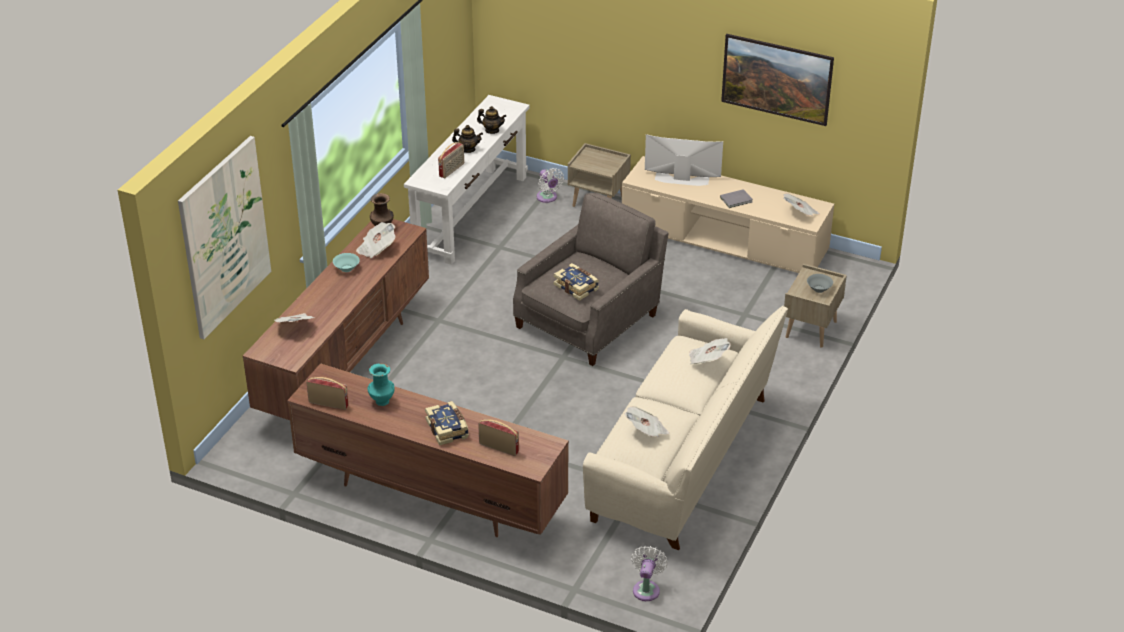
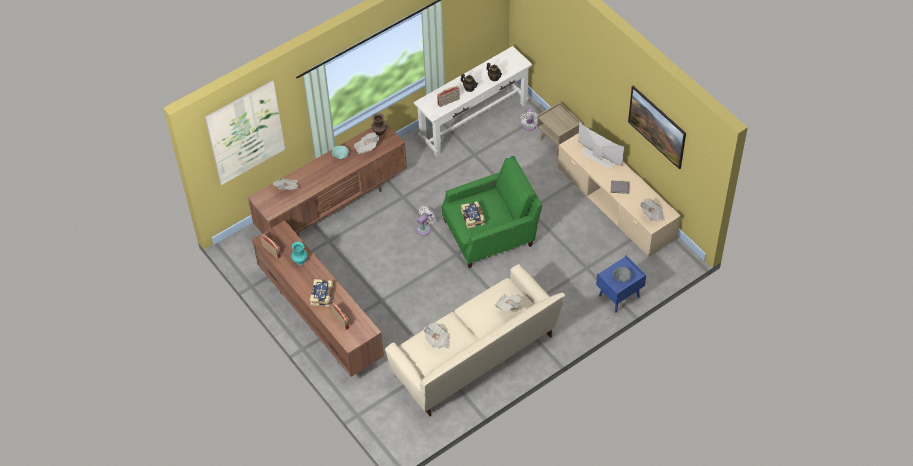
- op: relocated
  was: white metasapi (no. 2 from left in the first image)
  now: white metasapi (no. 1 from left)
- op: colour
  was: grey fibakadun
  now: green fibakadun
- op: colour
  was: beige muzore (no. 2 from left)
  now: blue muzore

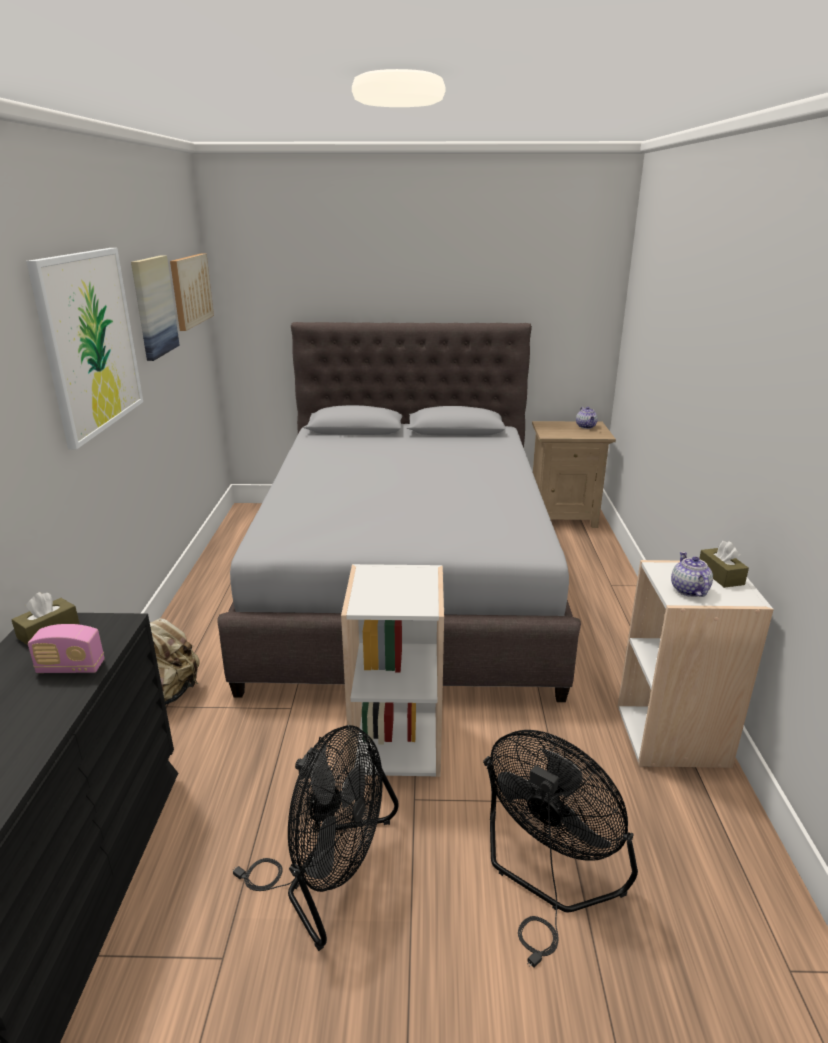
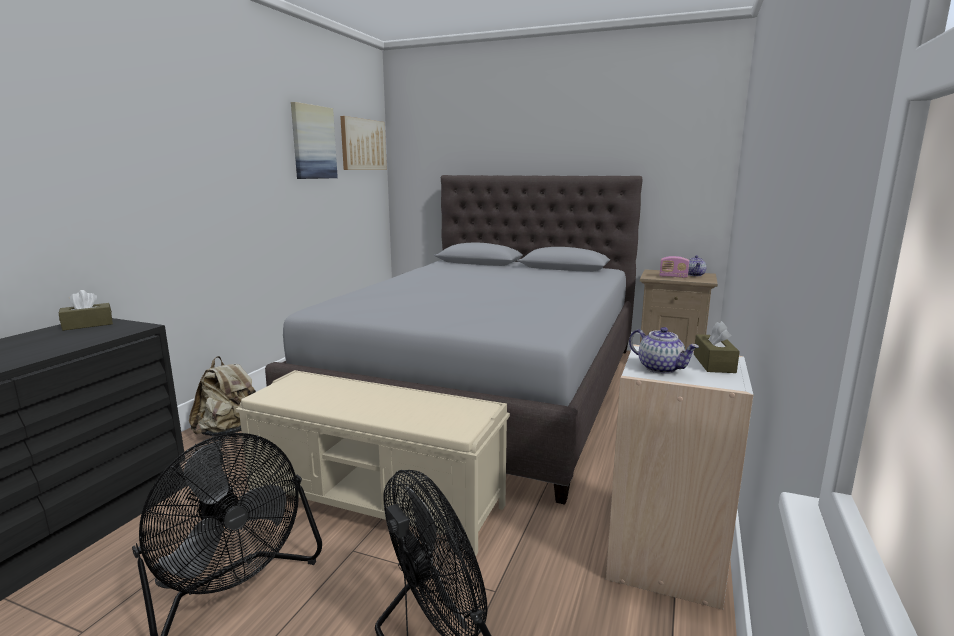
- op: exchanged
  was: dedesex (no. 1 from left)
  now: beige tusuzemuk
- op: spun
  was: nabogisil (no. 2 from left in the first image)
  clockwise: 120
- op: relocated
  was: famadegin
- op: missing
  was: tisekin (no. 1 from left)

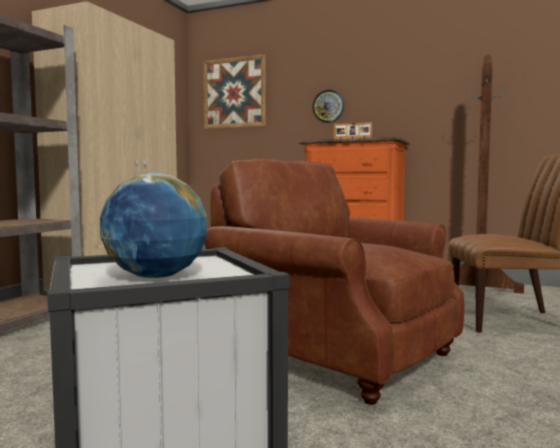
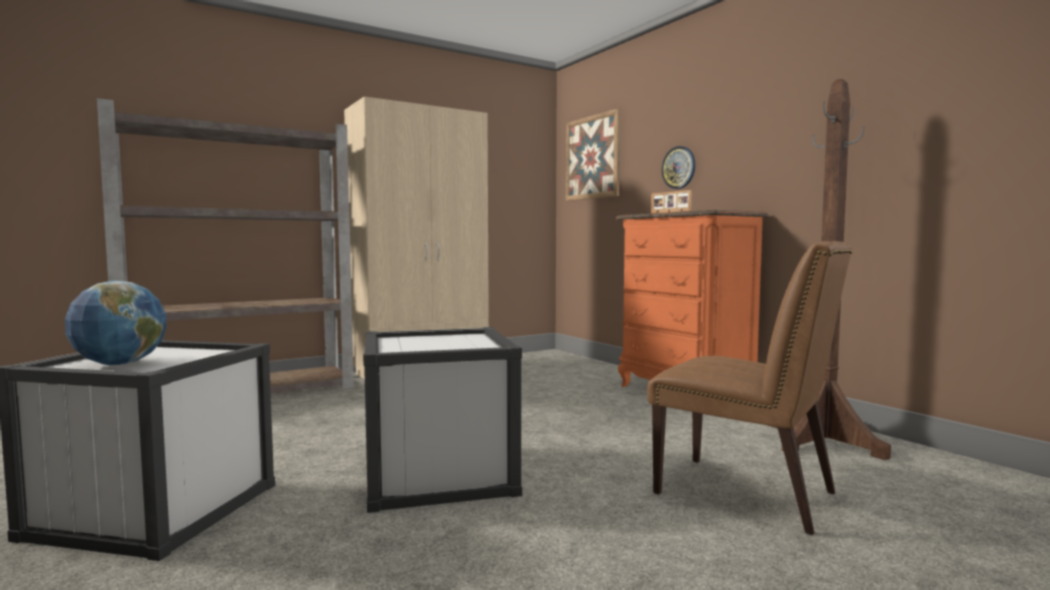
- op: exchanged
  was: brown fibakadun
  now: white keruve (no. 2 from left)

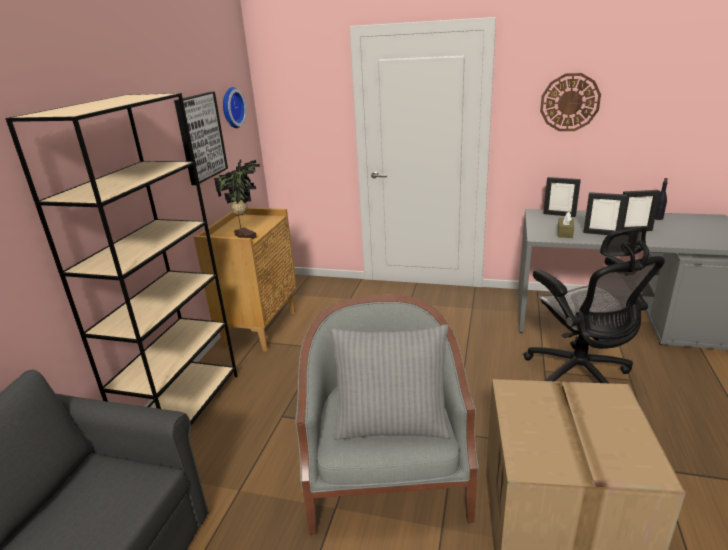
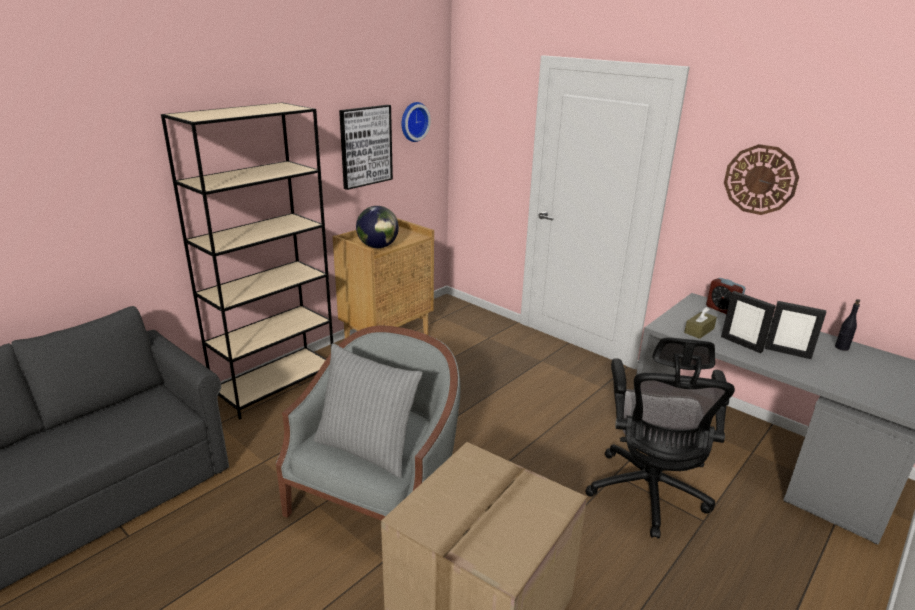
- op: exchanged
  was: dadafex
  now: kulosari
- op: exchanged
  was: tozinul (no. 1 from left)
  now: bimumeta

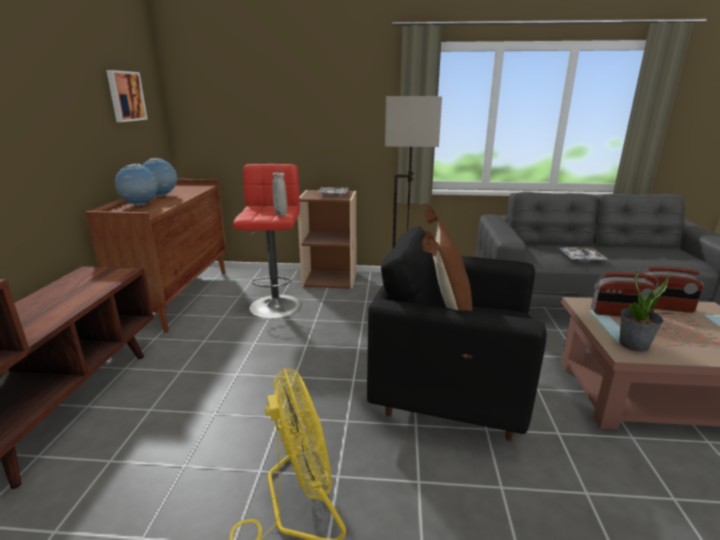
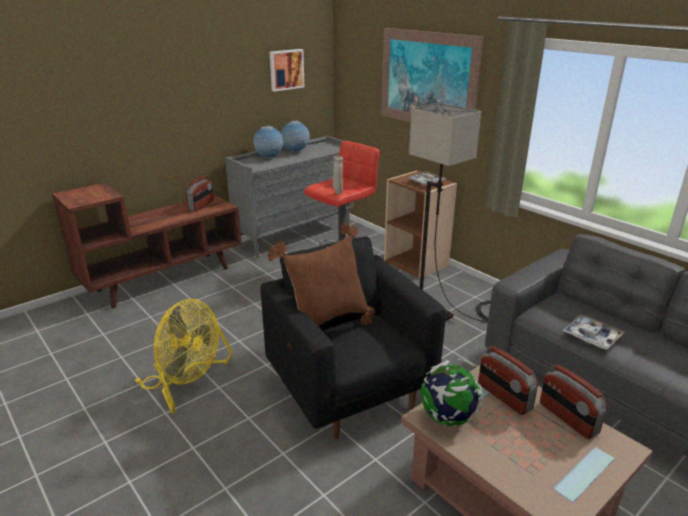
- op: appeared
  now: famadegin (no. 1 from left)
- op: colour
  was: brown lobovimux
  now: grey lobovimux
- op: appeared
  now: tisekin (no. 2 from left)
- op: exchanged
  was: dadafex
  now: kulosari (no. 3 from left)

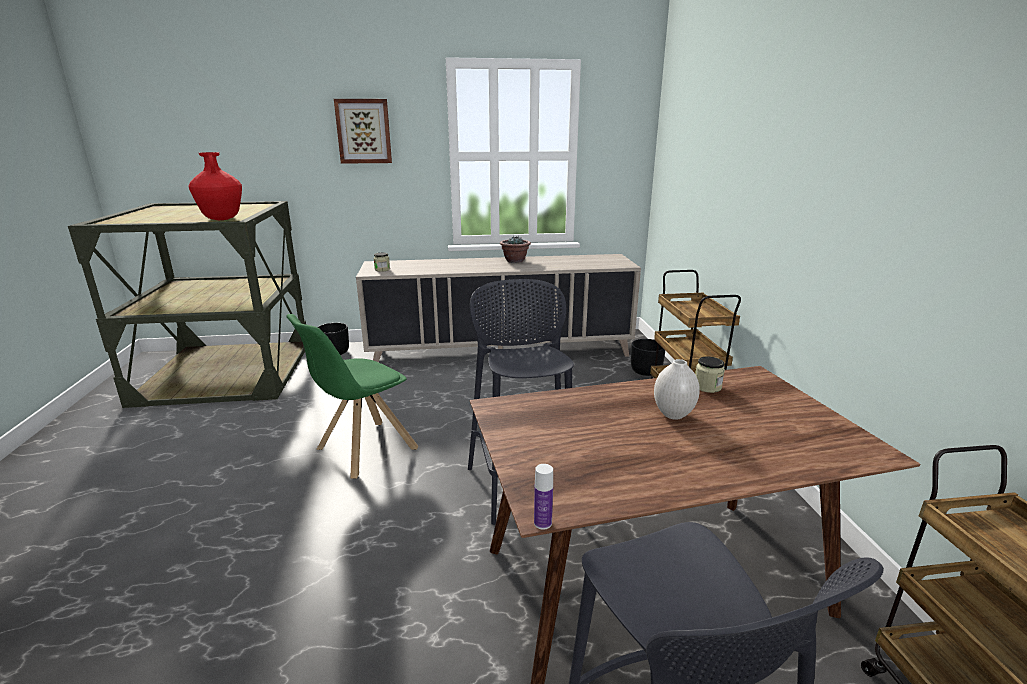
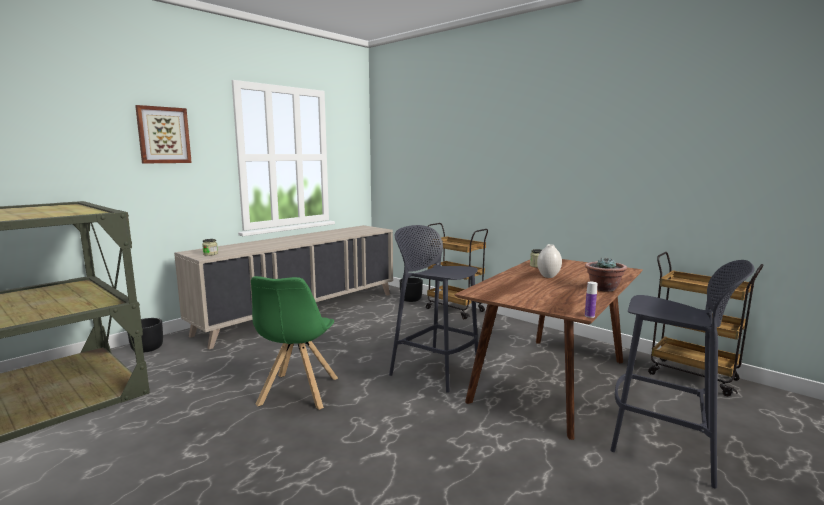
- op: relocated
  was: dadafex
- op: missing
  was: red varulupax

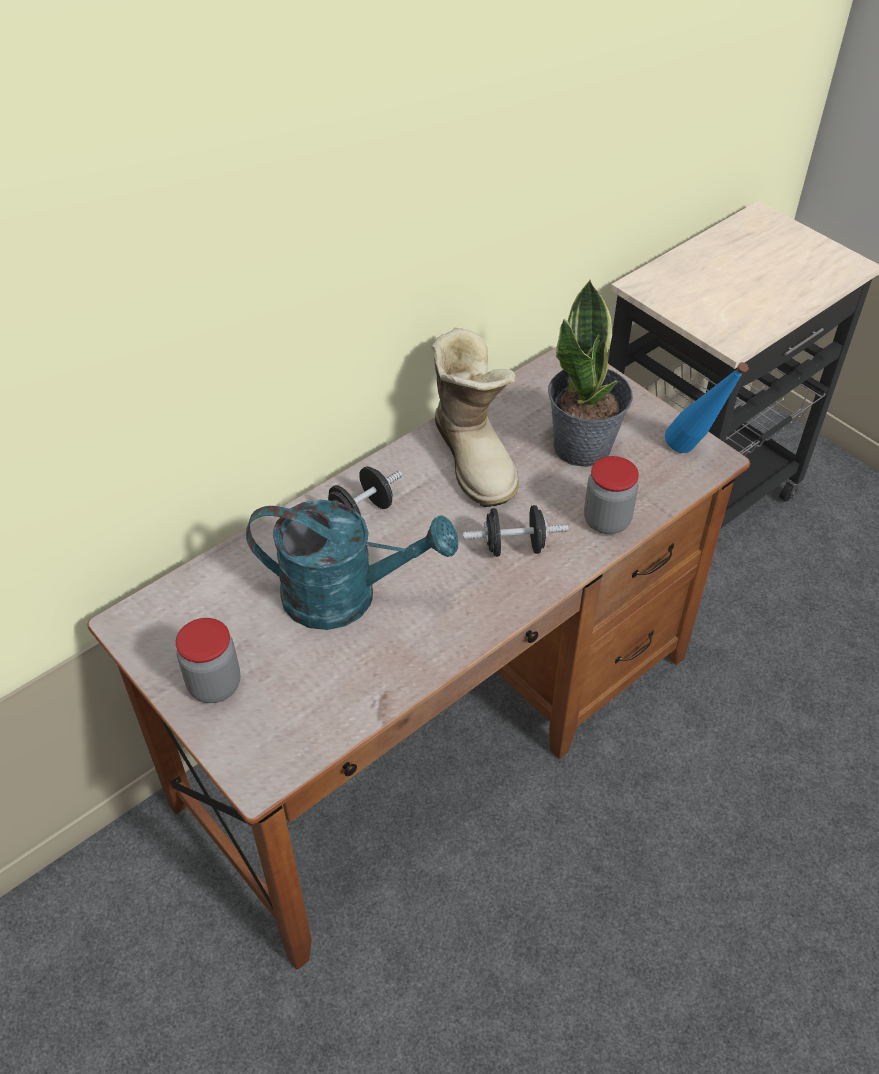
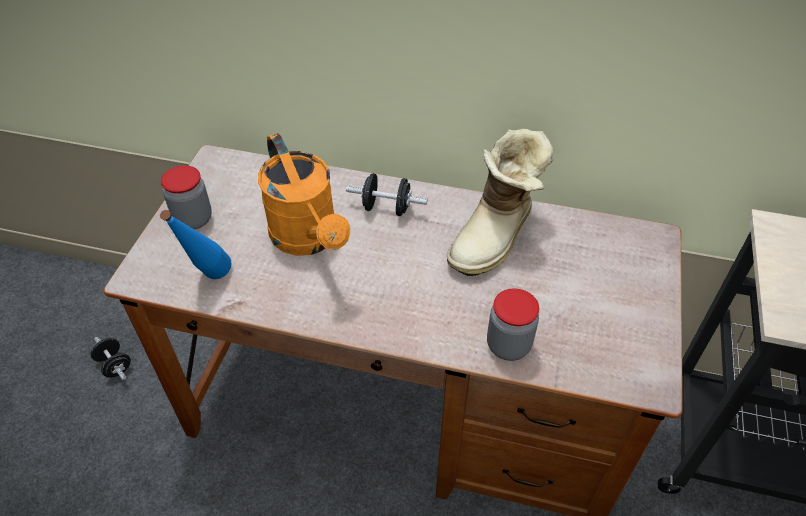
- op: relocated
  was: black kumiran (no. 2 from left in the first image)
  now: black kumiran (no. 1 from left)
- op: relocated
  was: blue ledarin
- op: colour
  was: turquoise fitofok
  now: orange fitofok
- op: missing
  was: dadafex

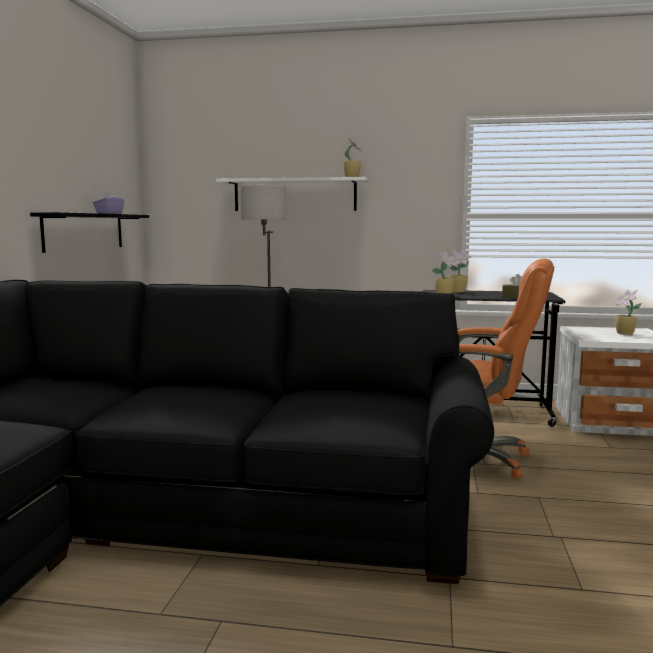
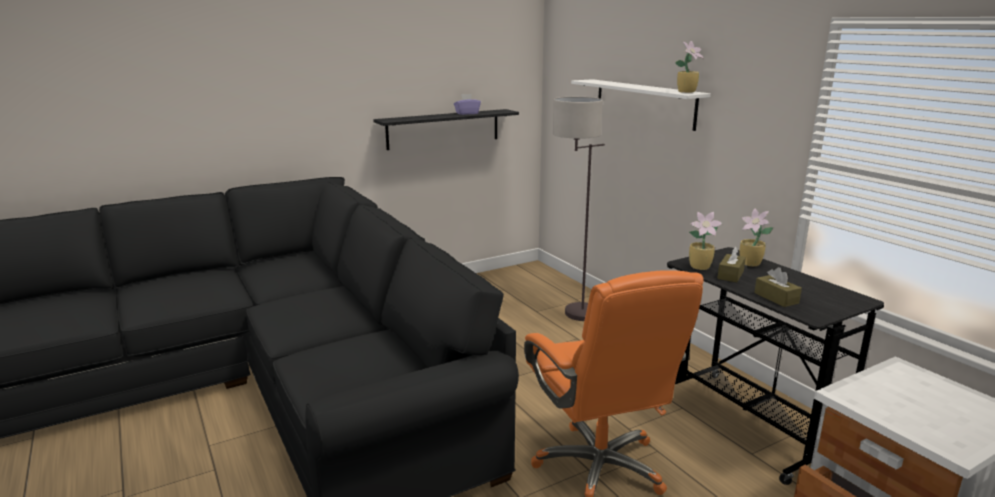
- op: appeared
  now: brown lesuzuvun (no. 1 from left)
- op: missing
  was: dadafex (no. 4 from left)

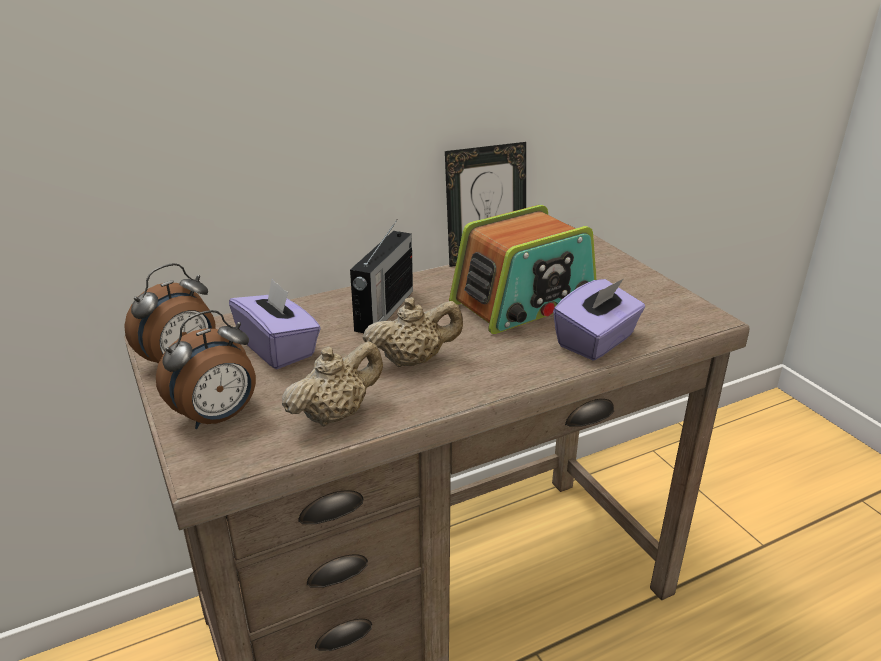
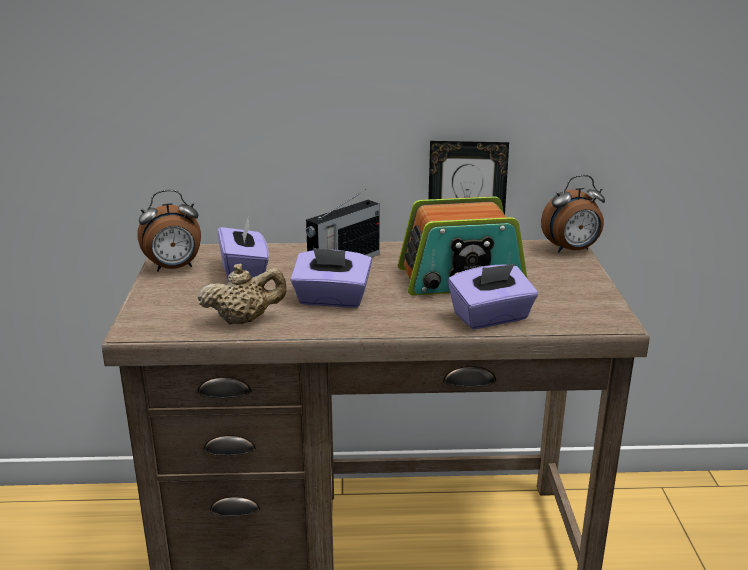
- op: exchanged
  was: beige nabogisil (no. 2 from left)
  now: purple lesuzuvun (no. 2 from left)
- op: relocated
  was: bimumeta (no. 2 from left)

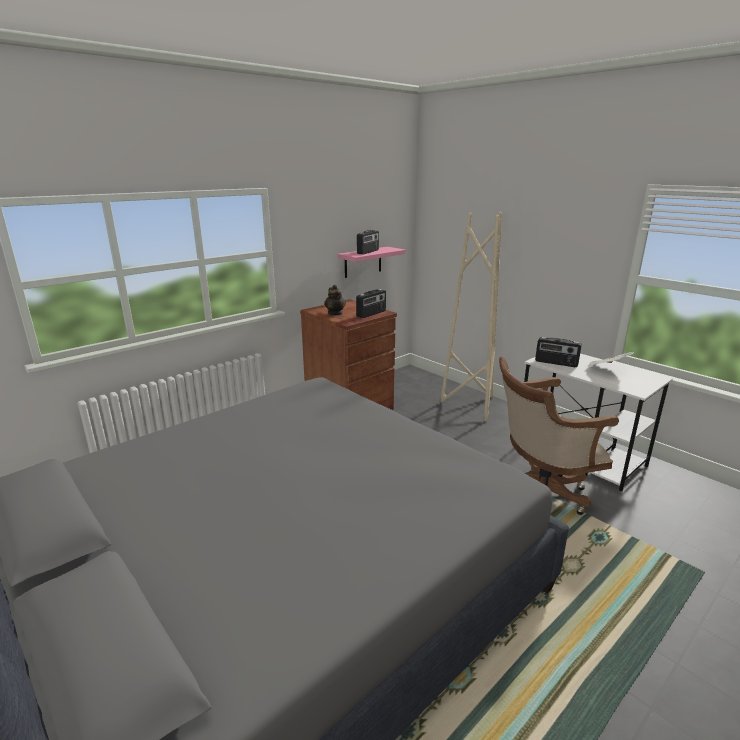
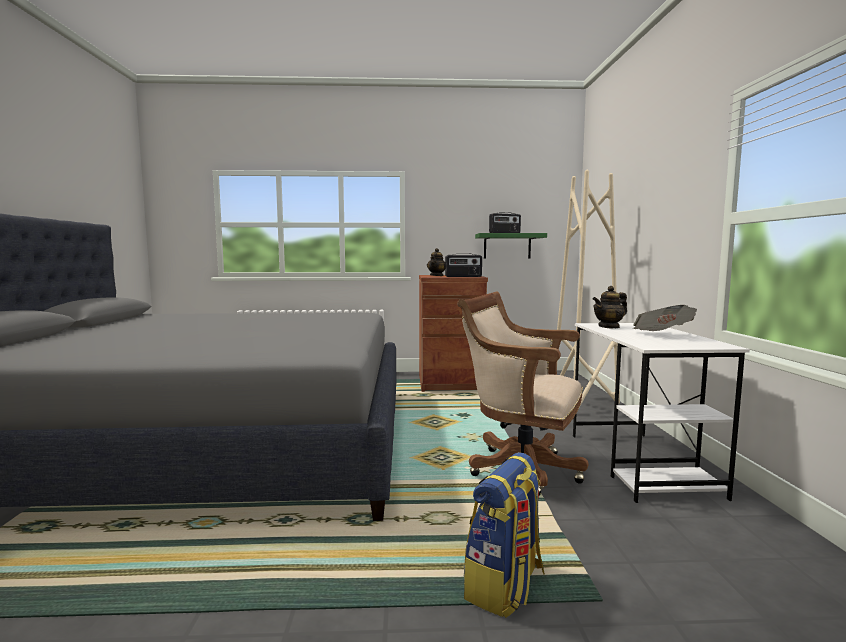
- op: appeared
  now: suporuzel
- op: colour
  was: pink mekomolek
  now: green mekomolek
- op: exchanged
  was: famadegin (no. 3 from left)
  now: nabogisil (no. 2 from left)

